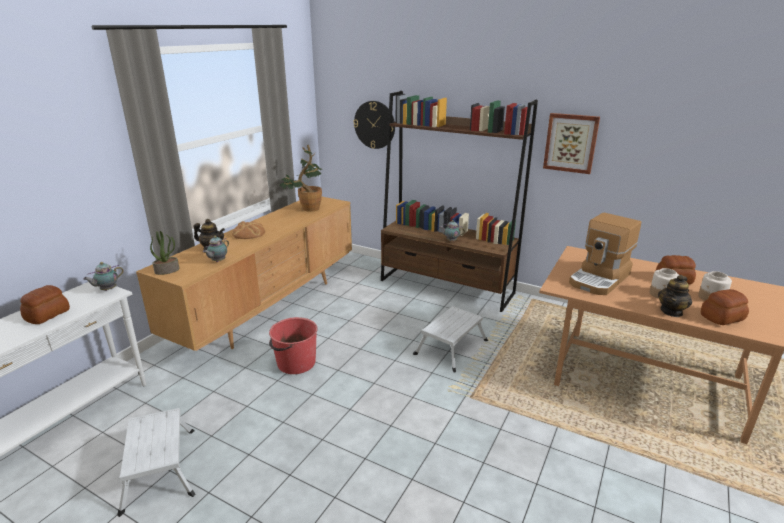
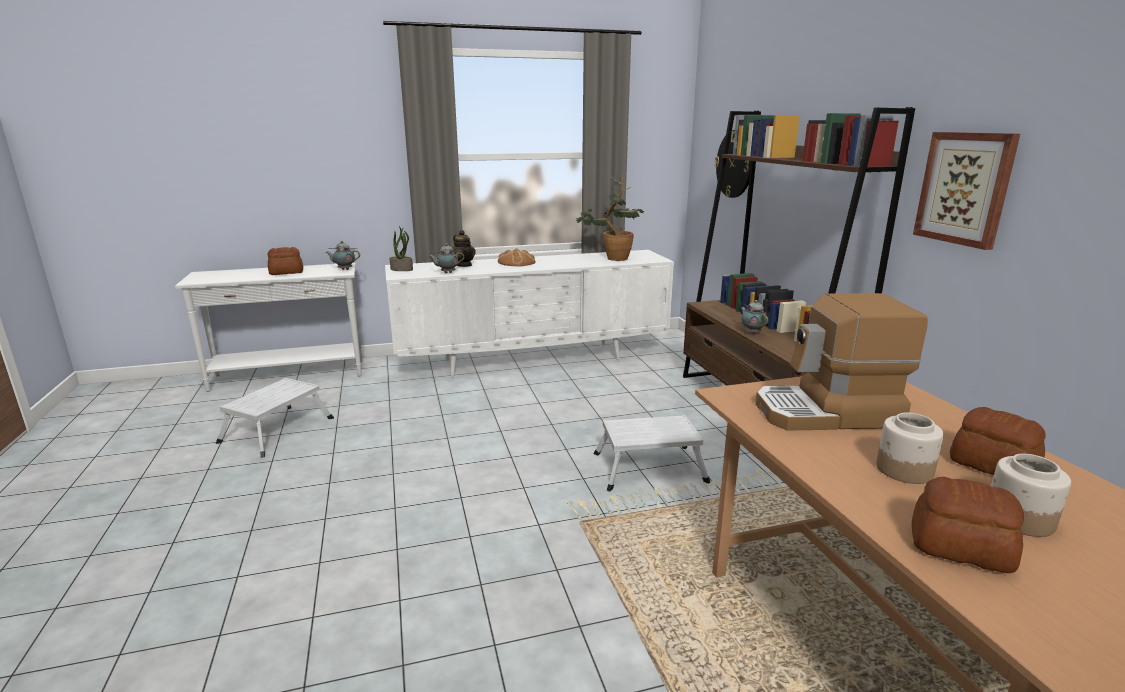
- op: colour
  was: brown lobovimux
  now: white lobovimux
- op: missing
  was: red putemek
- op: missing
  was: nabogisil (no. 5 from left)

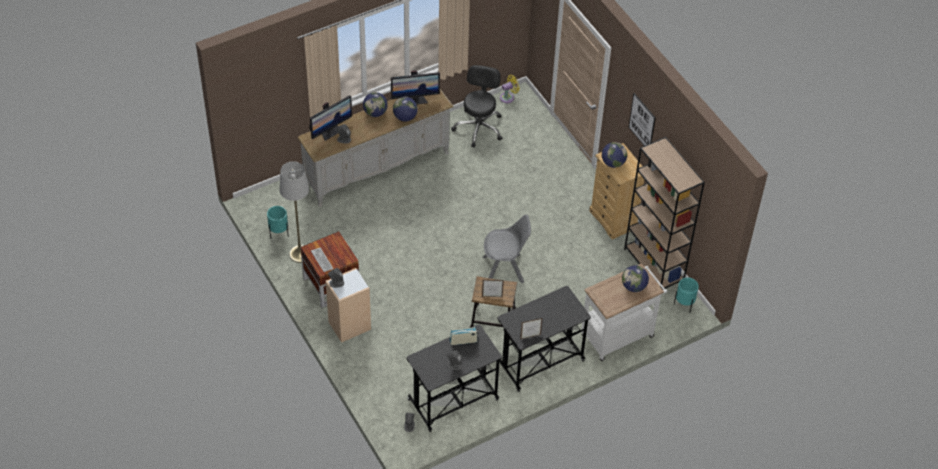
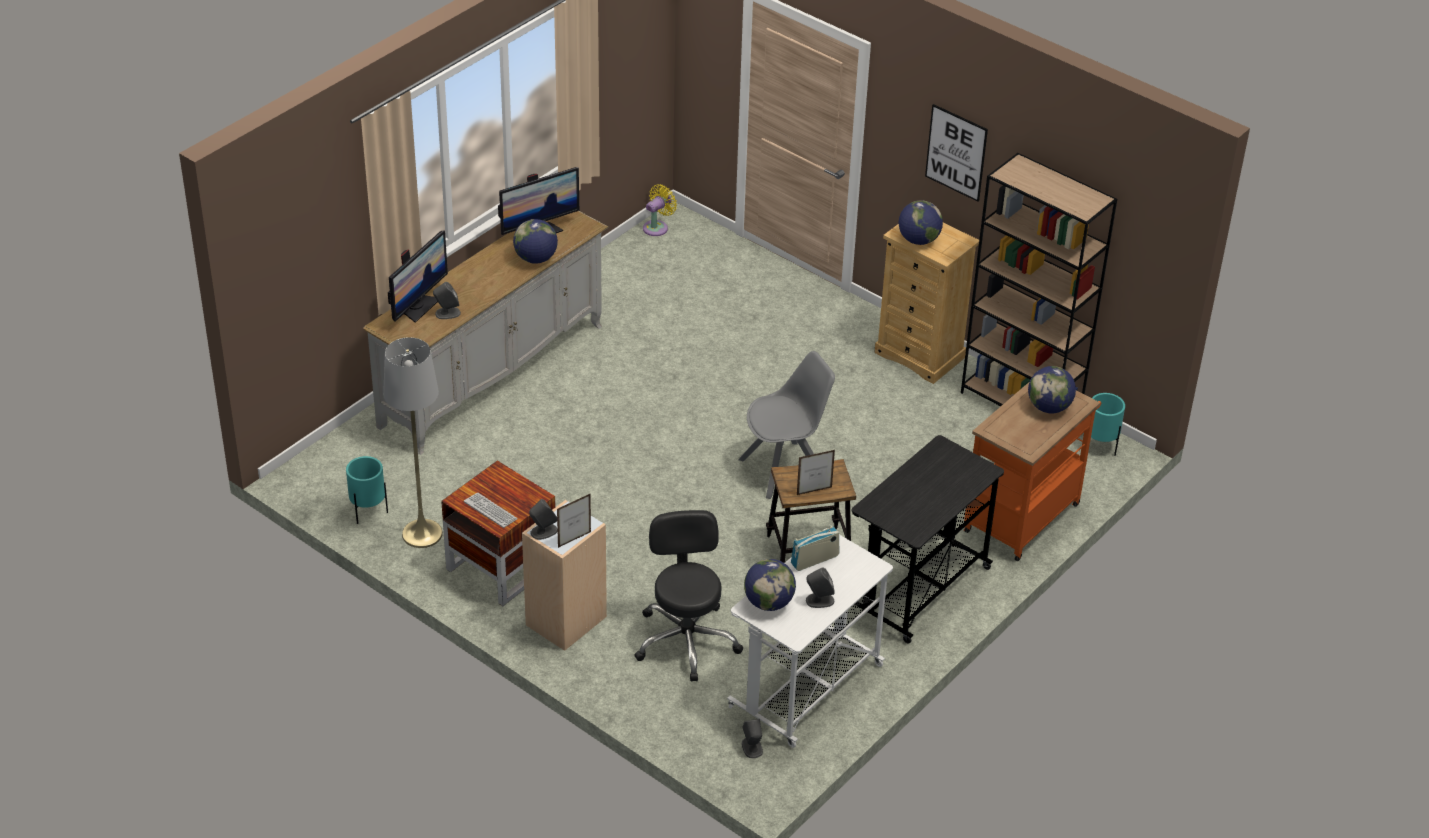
- op: relocated
  was: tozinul (no. 2 from left in the first image)
  now: tozinul (no. 1 from left)
- op: relocated
  was: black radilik
- op: colour
  was: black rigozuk (no. 1 from left)
  now: white rigozuk
- op: relocated
  was: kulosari (no. 1 from left in the first image)
  now: kulosari (no. 2 from left)
- op: colour
  was: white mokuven
  now: orange mokuven

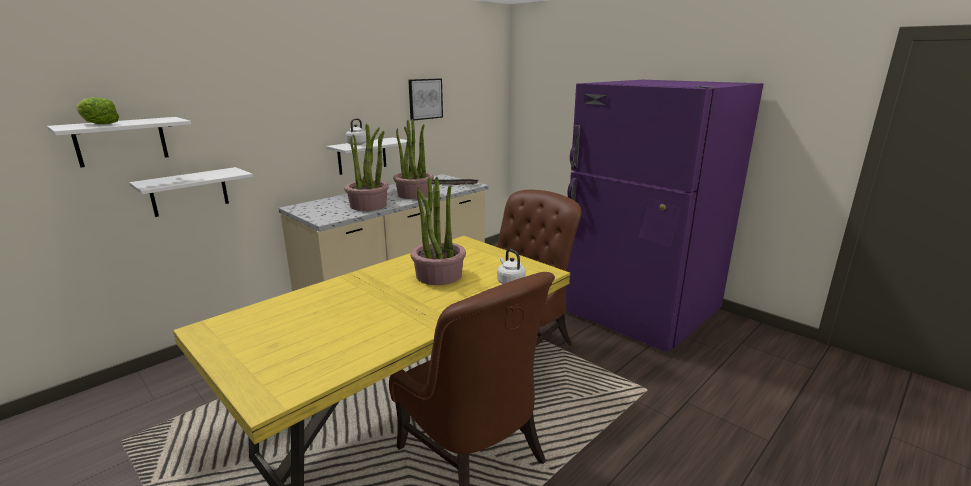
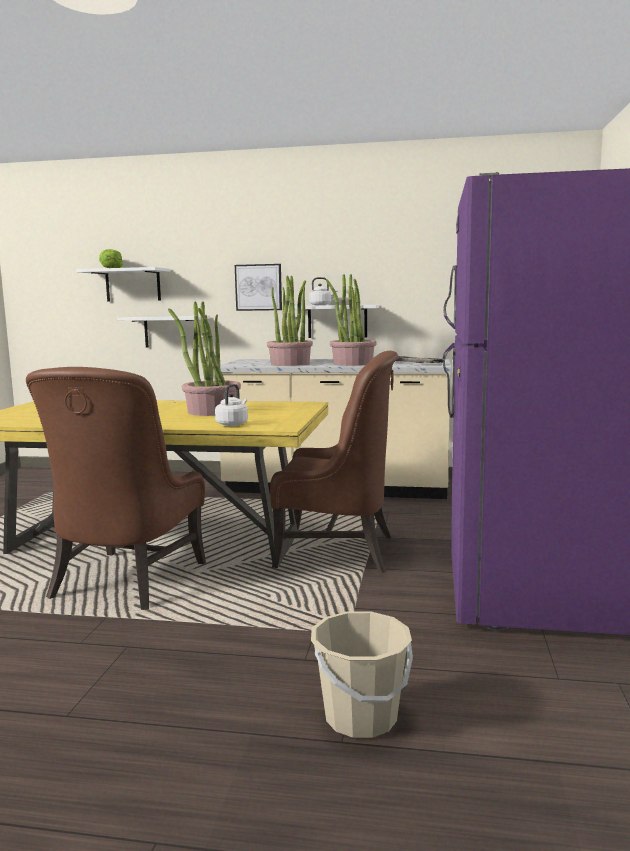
- op: relocated
  was: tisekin
- op: appeared
  now: beige putemek

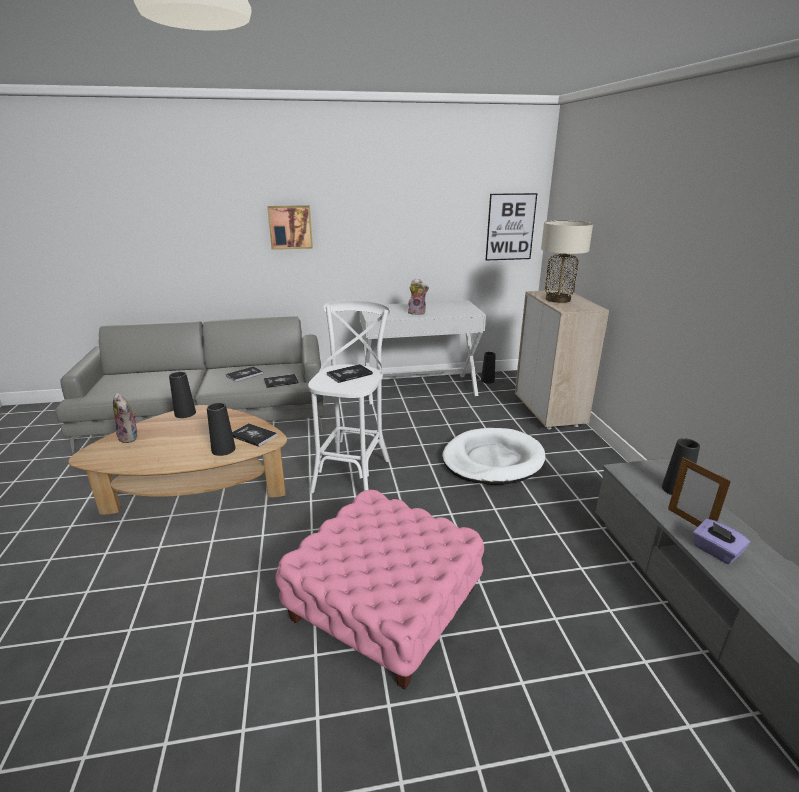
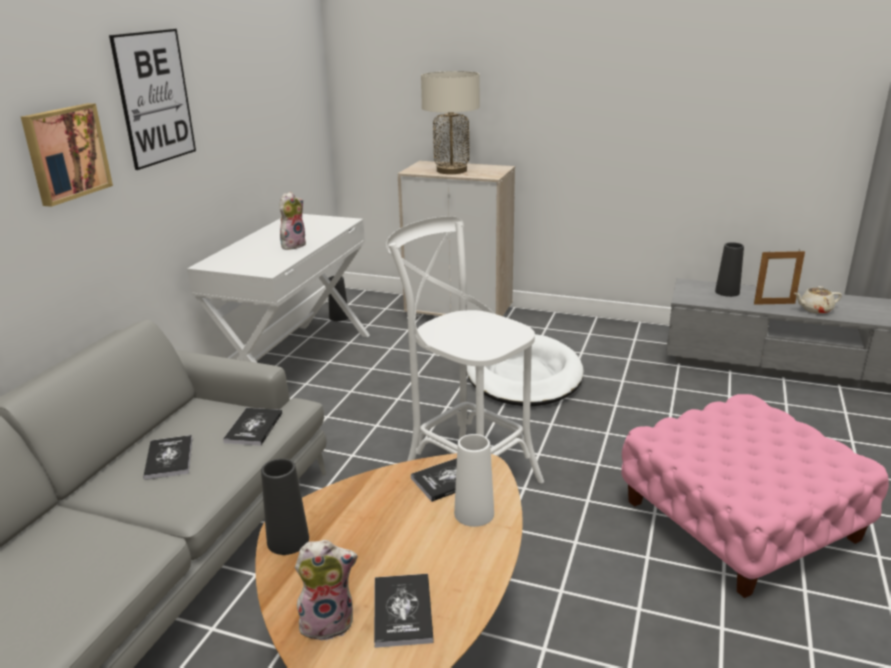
- op: relocated
  was: tisekin (no. 2 from left)
- op: relocated
  was: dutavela (no. 4 from left in the first image)
  now: dutavela (no. 3 from left)
- op: colour
  was: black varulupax (no. 2 from left)
  now: white varulupax
- op: exchanged
  was: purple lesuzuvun
  now: beige nabogisil

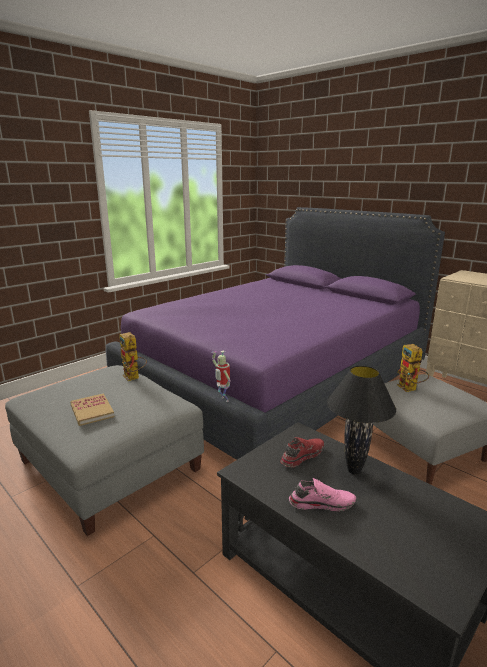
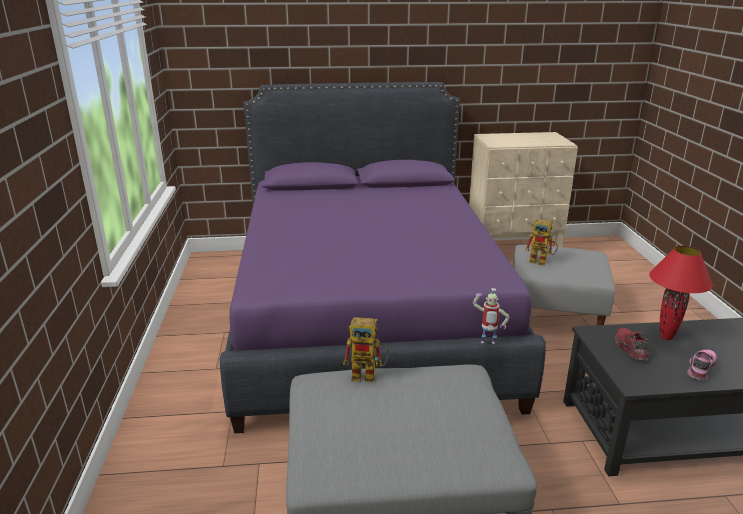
- op: colour
  was: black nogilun
  now: red nogilun
- op: missing
  was: dutavela

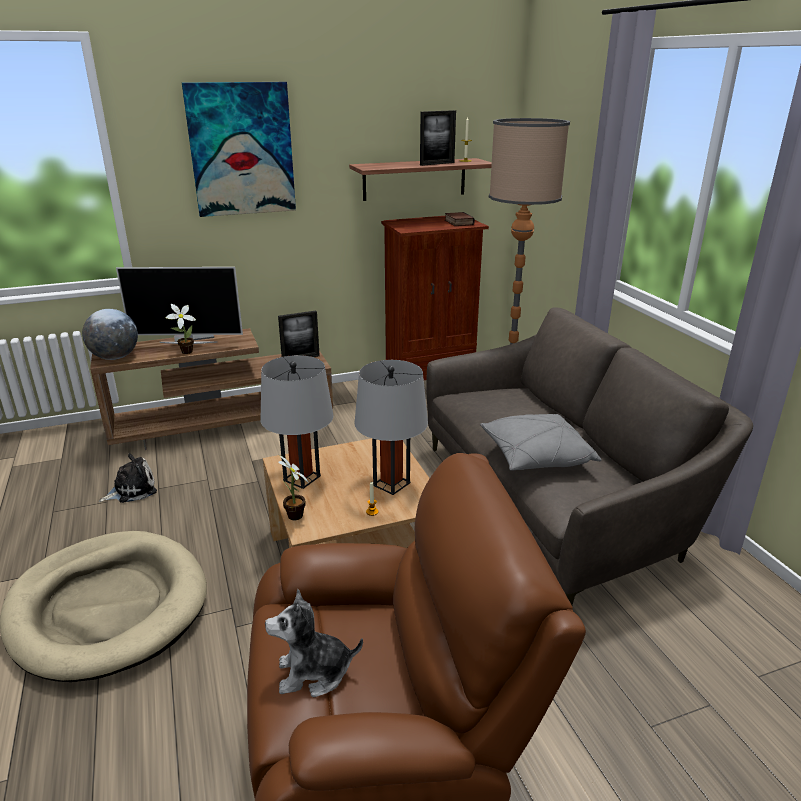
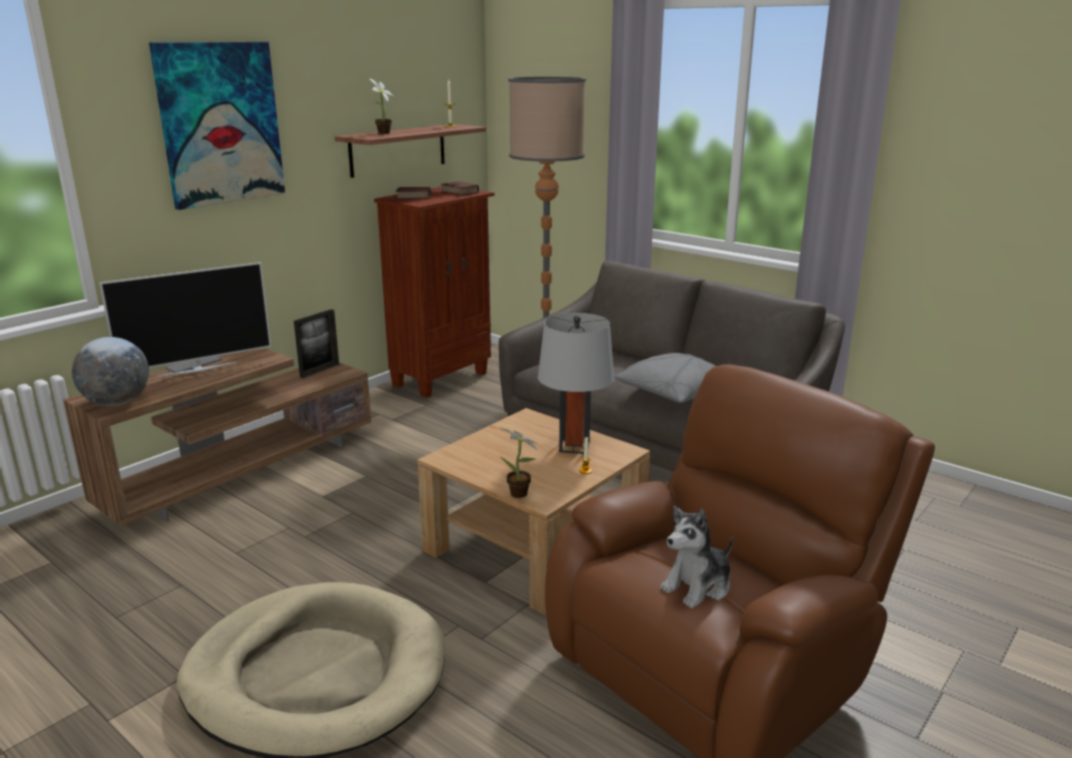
- op: relocated
  was: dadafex (no. 1 from left)
- op: appeared
  now: dutavela (no. 1 from left)
- op: missing
  was: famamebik (no. 1 from left)
- op: missing
  was: grey nogilun (no. 1 from left)
- op: missing
  was: tozinul (no. 2 from left)

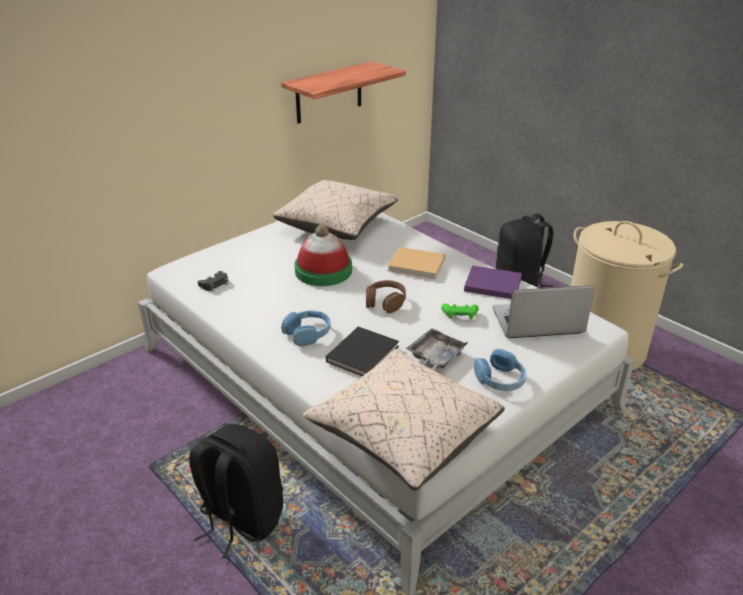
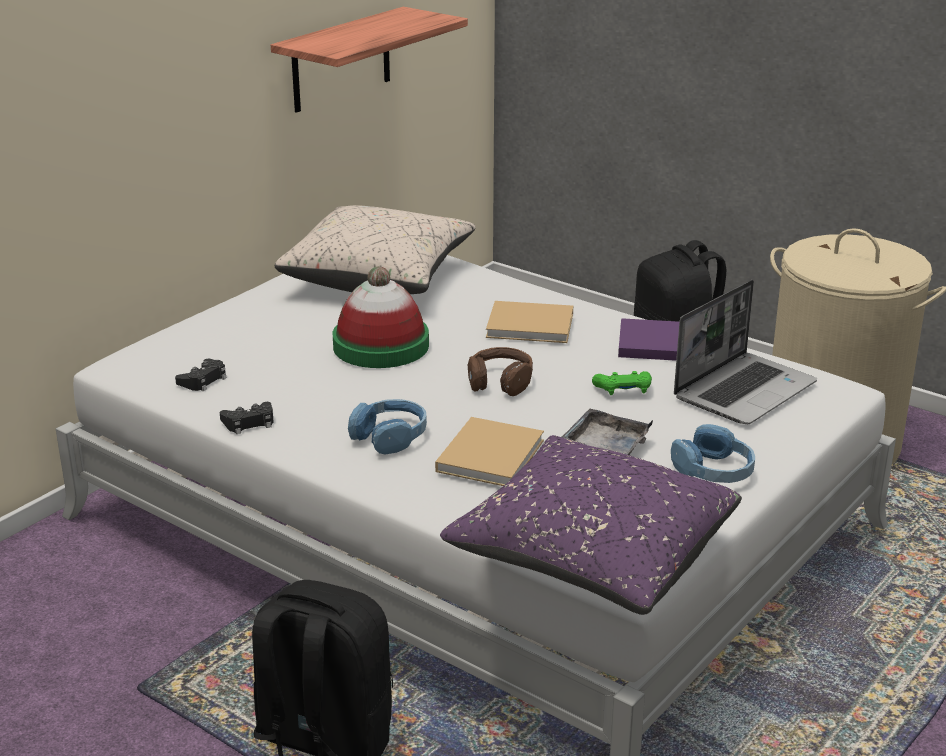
- op: appeared
  now: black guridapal (no. 2 from left)
- op: colour
  was: black dutavela
  now: beige dutavela (no. 1 from left)
- op: colour
  was: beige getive (no. 2 from left)
  now: purple getive
- op: spun
  was: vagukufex
  clockwise: 150

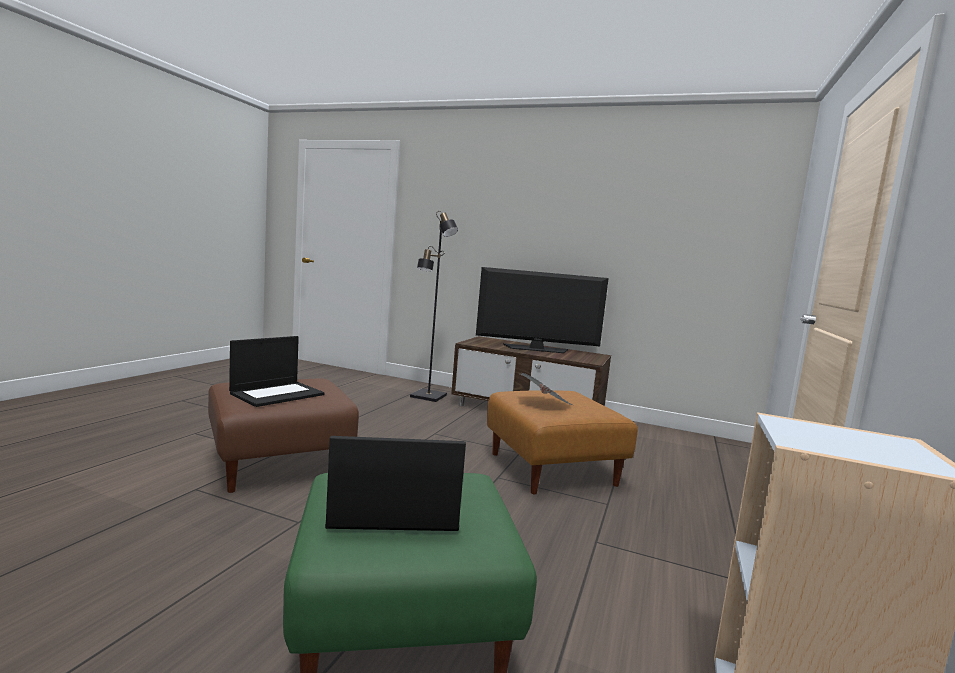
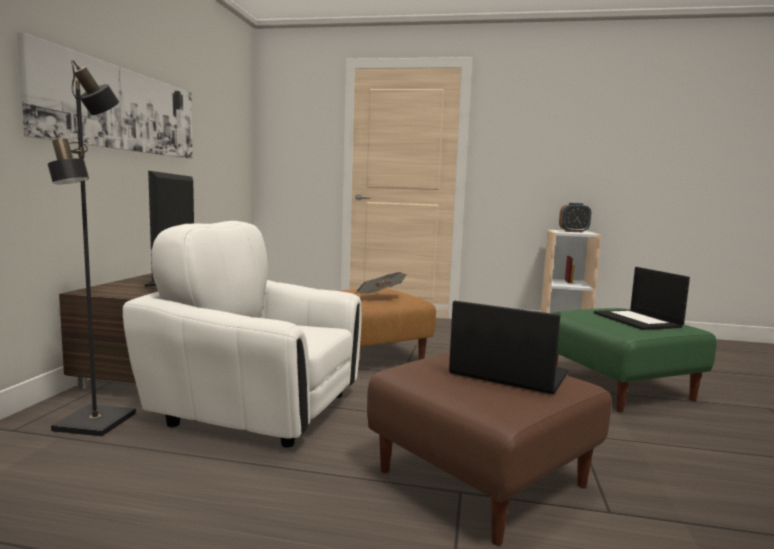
- op: appeared
  now: tisekin
- op: appeared
  now: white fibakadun
- op: appeared
  now: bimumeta

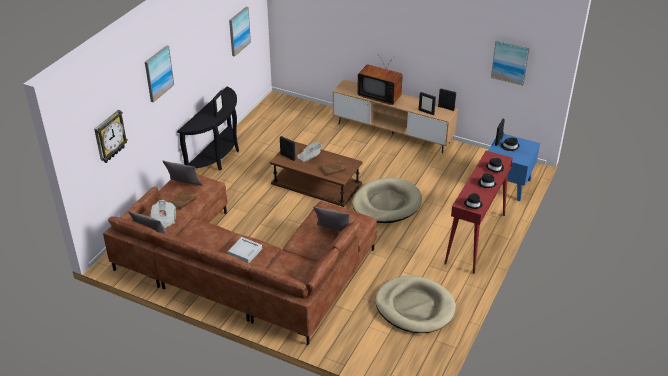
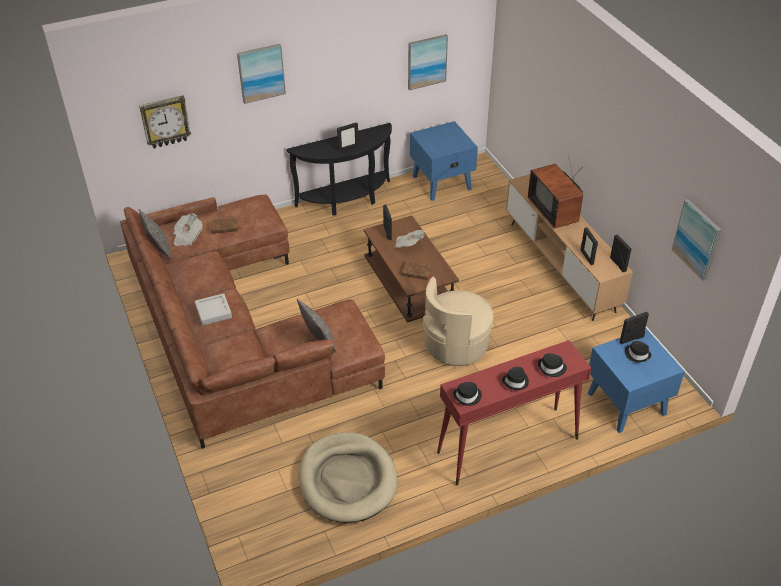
- op: appeared
  now: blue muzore (no. 1 from left)
- op: exchanged
  was: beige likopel (no. 1 from left)
  now: beige fibakadun
- op: missing
  was: getive (no. 2 from left)

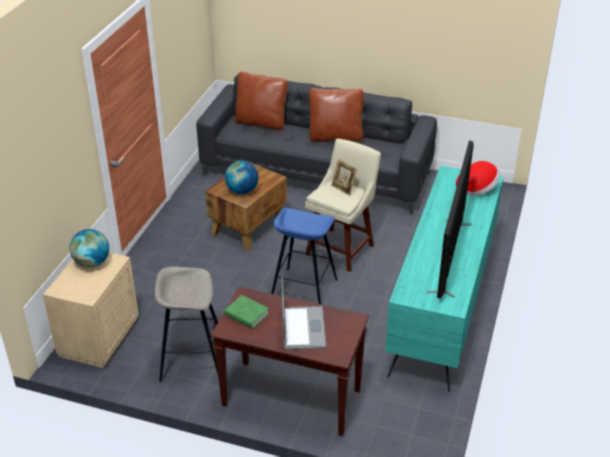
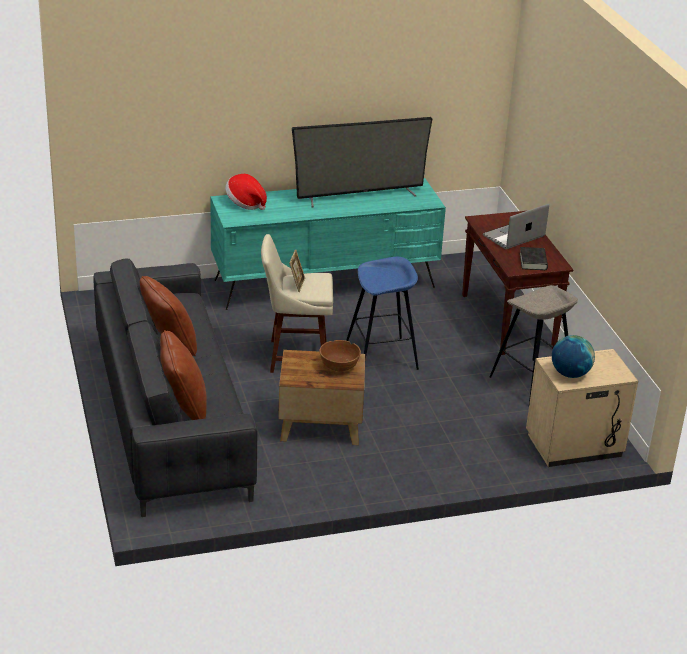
- op: exchanged
  was: kulosari (no. 2 from left)
  now: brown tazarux
- op: colour
  was: green dutavela
  now: black dutavela

